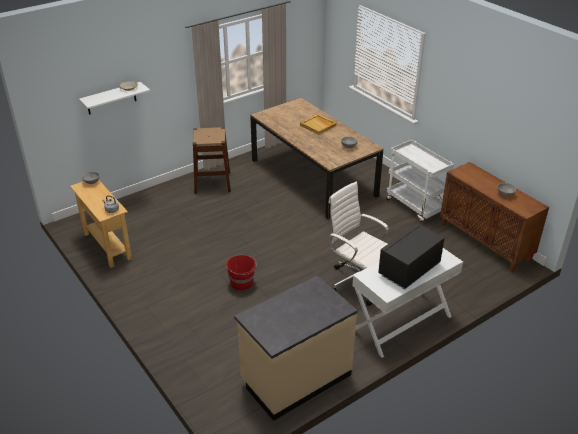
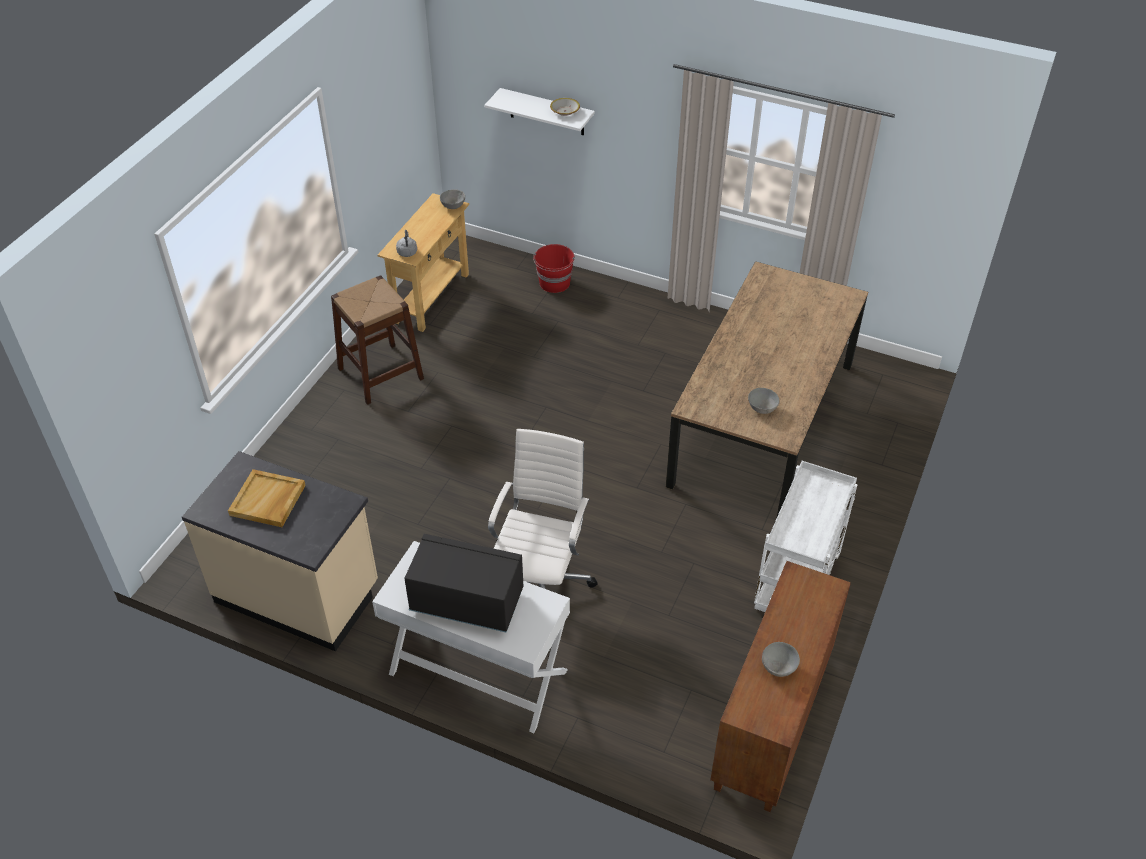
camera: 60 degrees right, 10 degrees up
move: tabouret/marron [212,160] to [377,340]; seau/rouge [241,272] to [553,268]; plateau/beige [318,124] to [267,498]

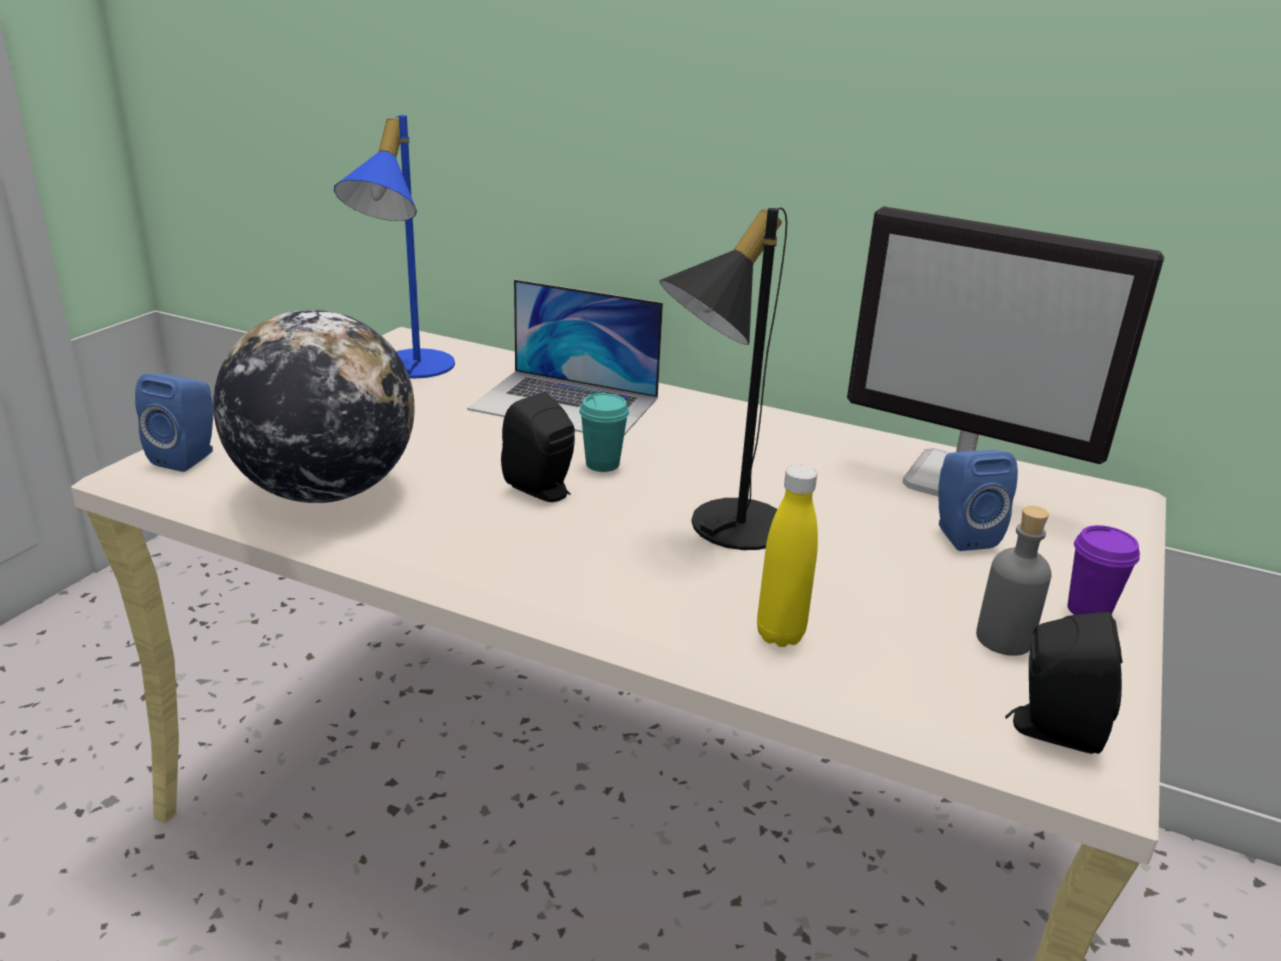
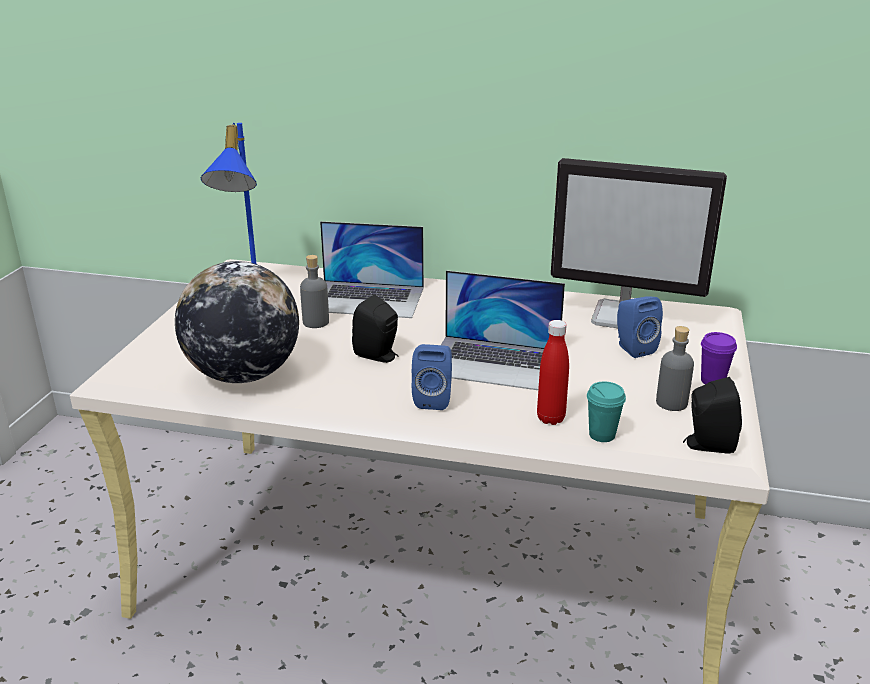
camera: 10 degrees left, 0 degrees up
insert: bouteille/gris [314,291]
move: enceinte/bleu [174,423] to [432,377]; tasse/turquoise [604,432] to [606,412]
replace: lampe de table/noir [723,379] to ordinateur portable [503,330]
recolor: bouteille/jaune [787,556] to bouteille/rouge [553,372]

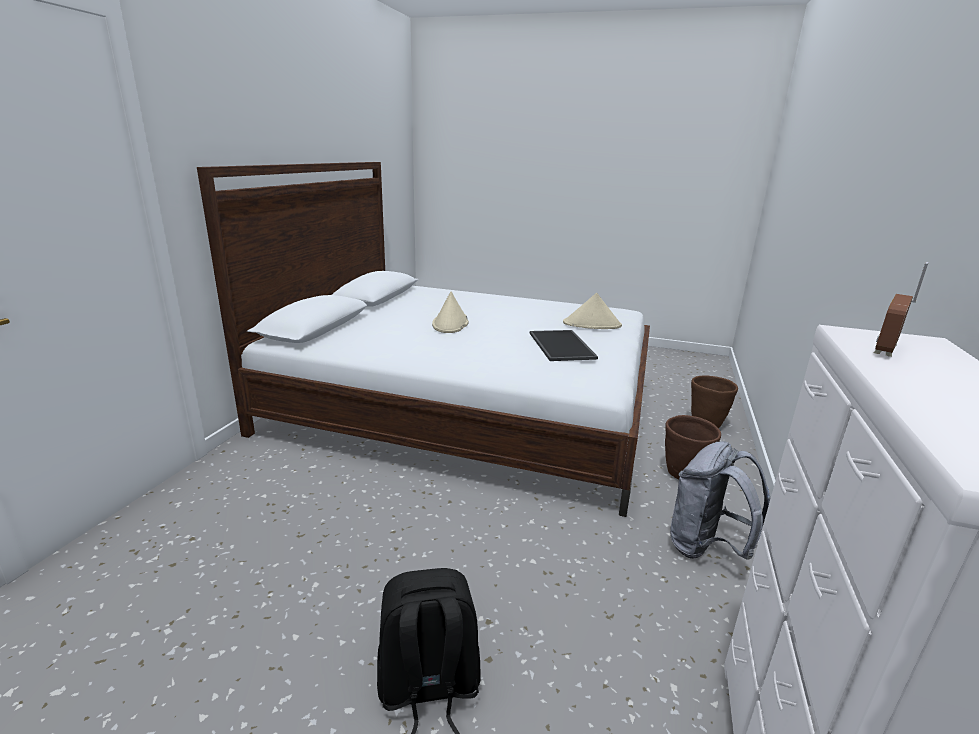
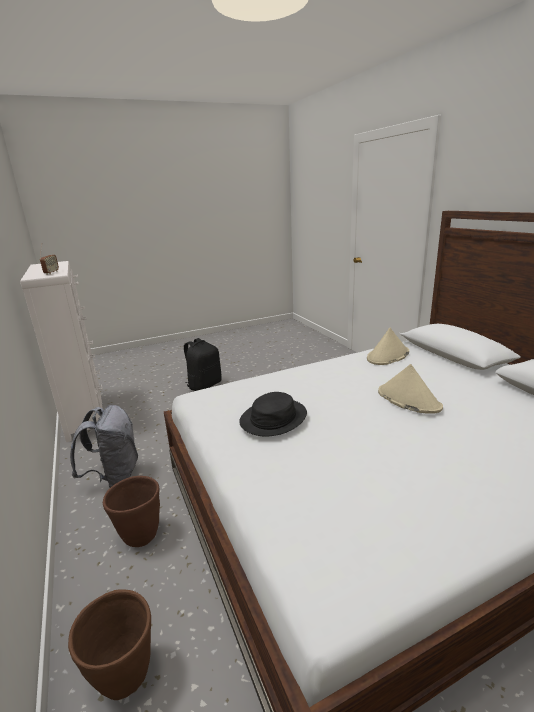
camera: 140 degrees right, 0 degrees up
move: chapeau/beige [592,311] to [388,346]
replace: plateau [564,345] to chapeau/noir [273,414]

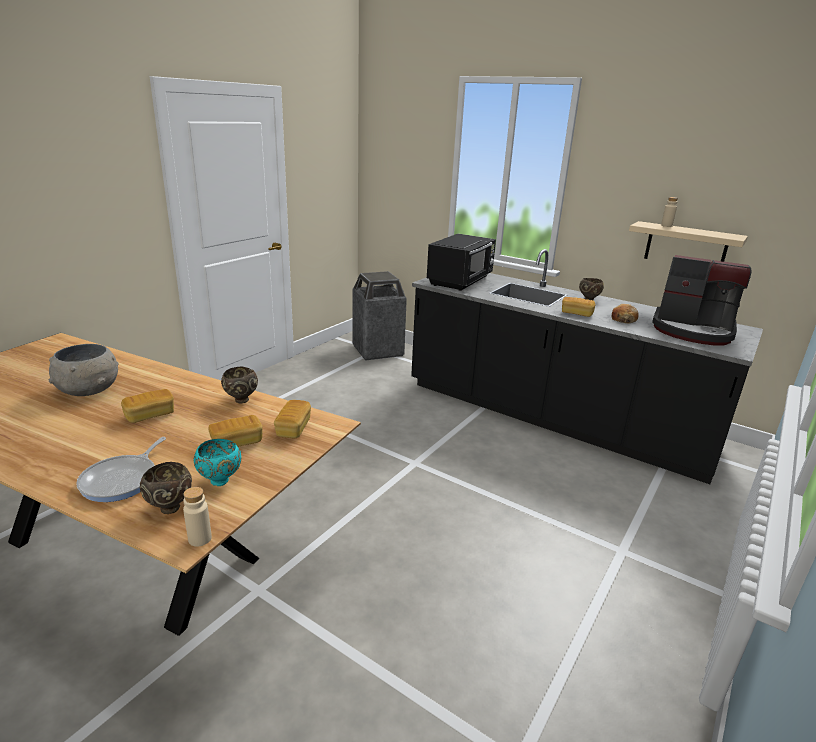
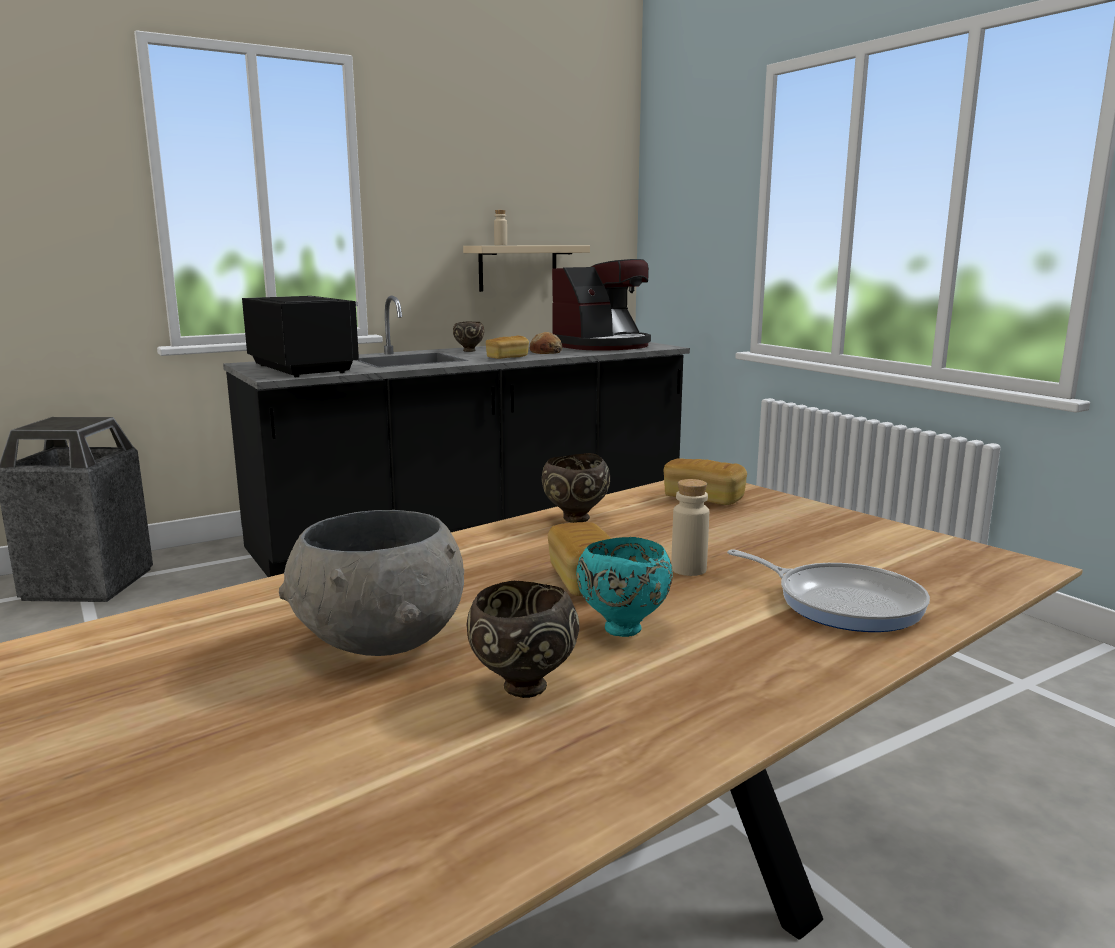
camera: 65 degrees left, 10 degrees down
delete: pain [235,431]
move: bol/marron [166,488] to [523,639]; bouteille/beige [197,517] to [690,527]; bol/turquoise [217,462] to [624,587]

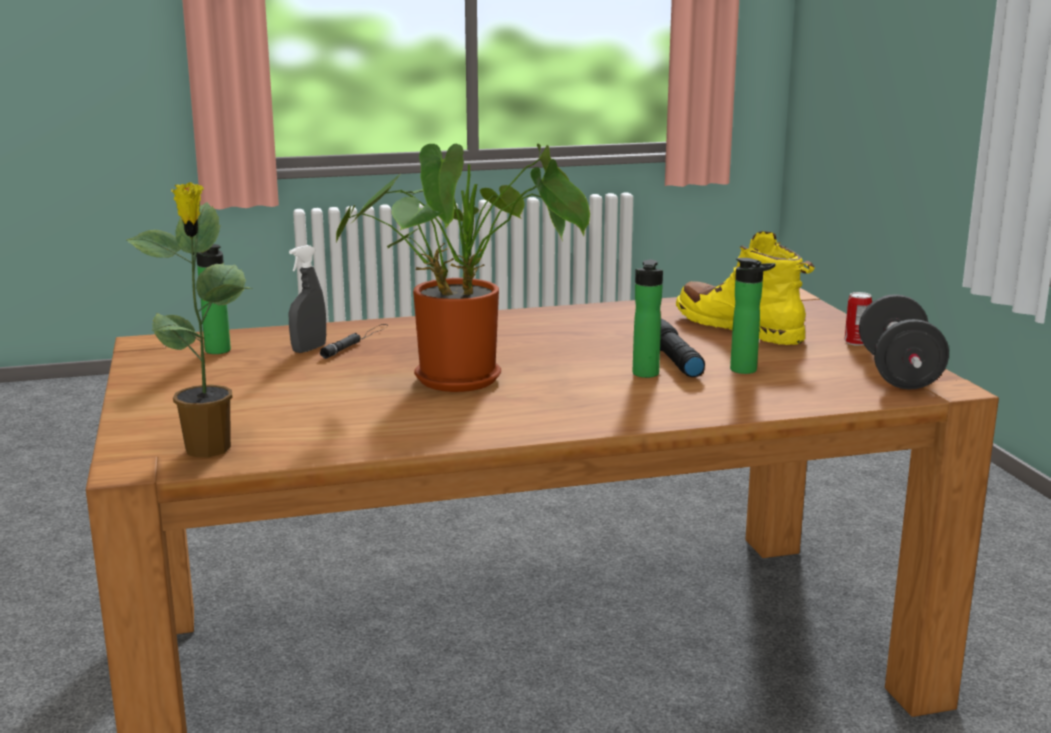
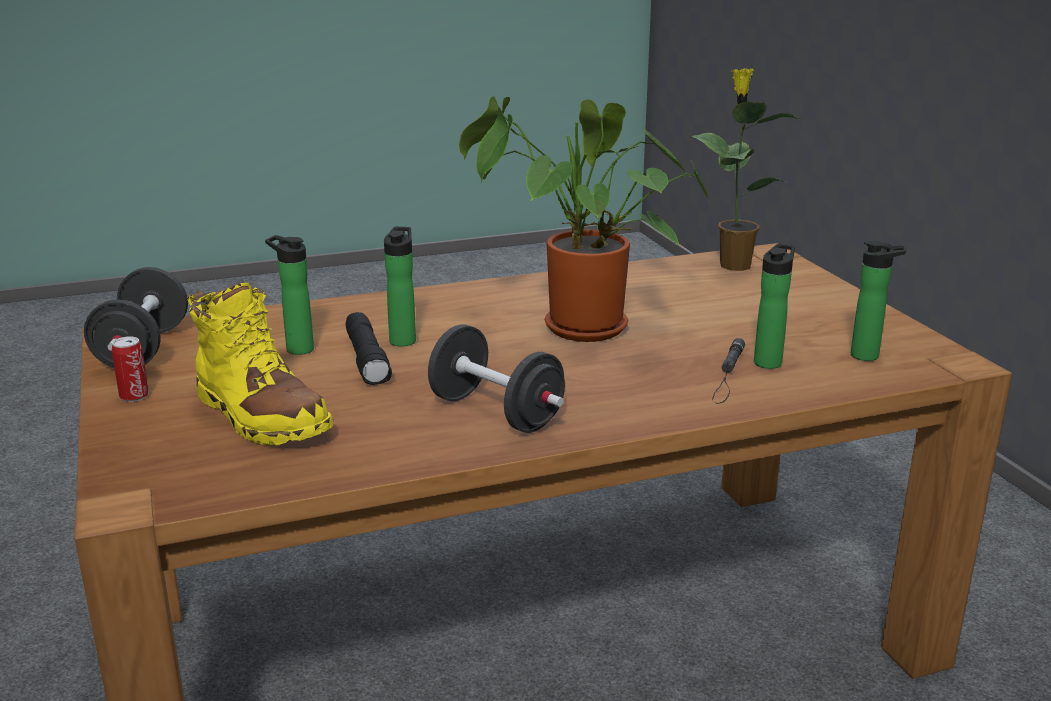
camera: 175 degrees right, 5 degrees up
insert: haltère/noir [496,378]
replace: vaporisateur/gris [307,299] to bouteille [774,306]

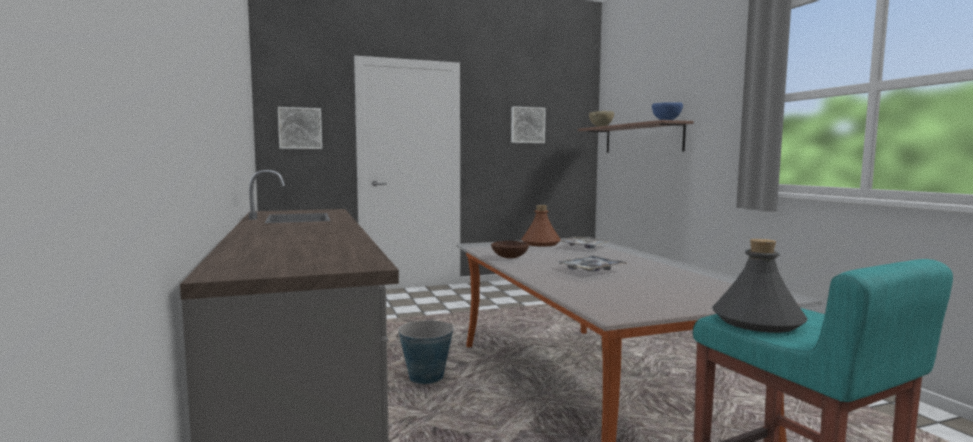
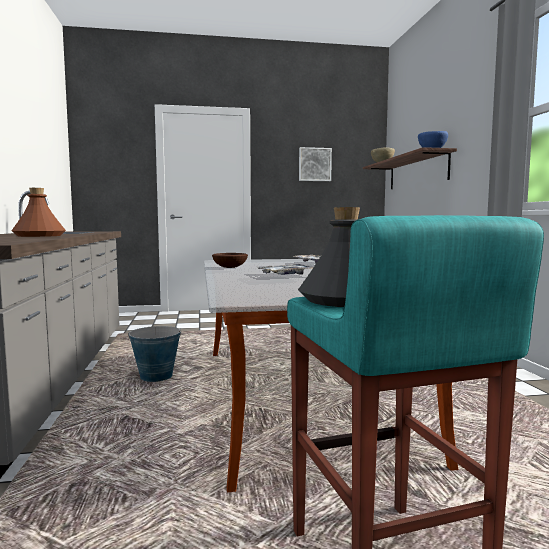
camera: 10 degrees right, 0 degrees up
delete: tableau [300,128]
move: bouteille/marron [541,226] to [38,212]

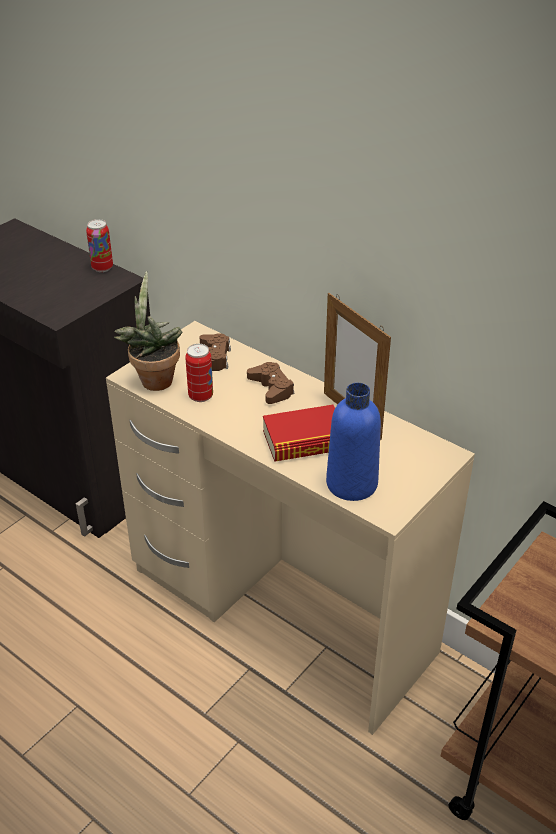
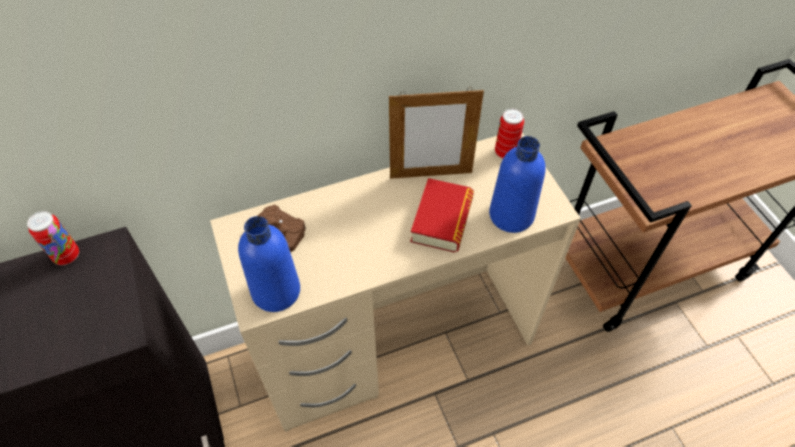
camera: 60 degrees left, 15 degrees up
delete: manette/marron [271,383]
move: boîte métallique [199,373] to [509,133]
replace: plante en pot [148,331] to bouteille/bleu [269,264]

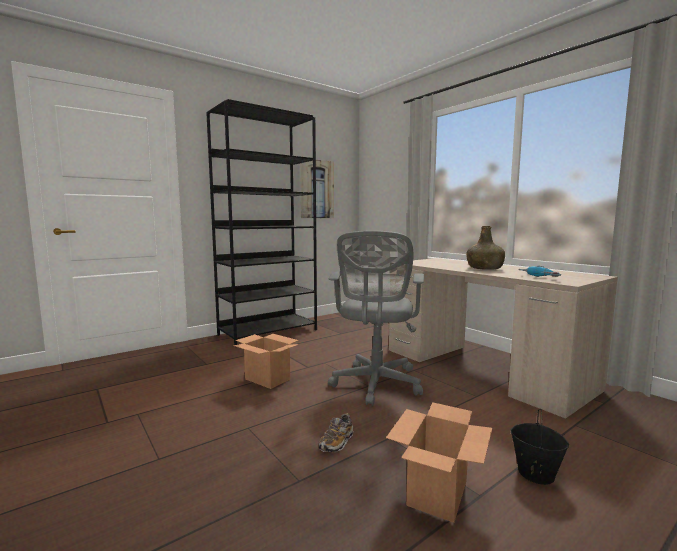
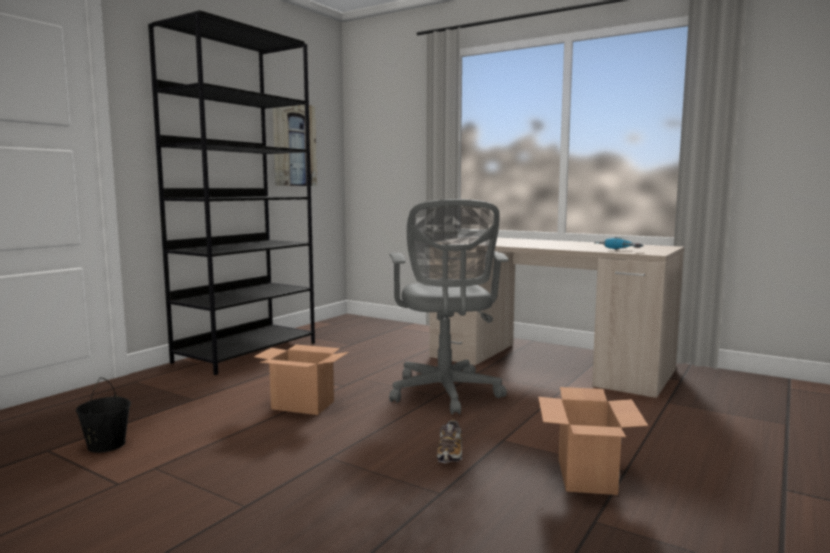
camera: 20 degrees left, 0 degrees up
delete: bouteille/vert [485,248]
move: seau/noir [539,447] to [103,415]

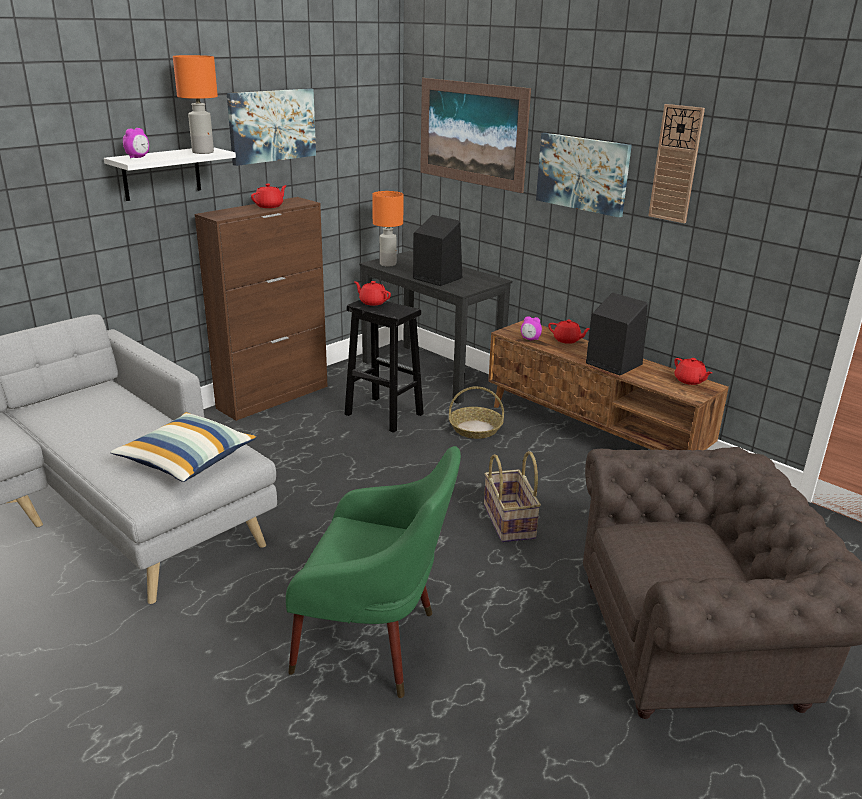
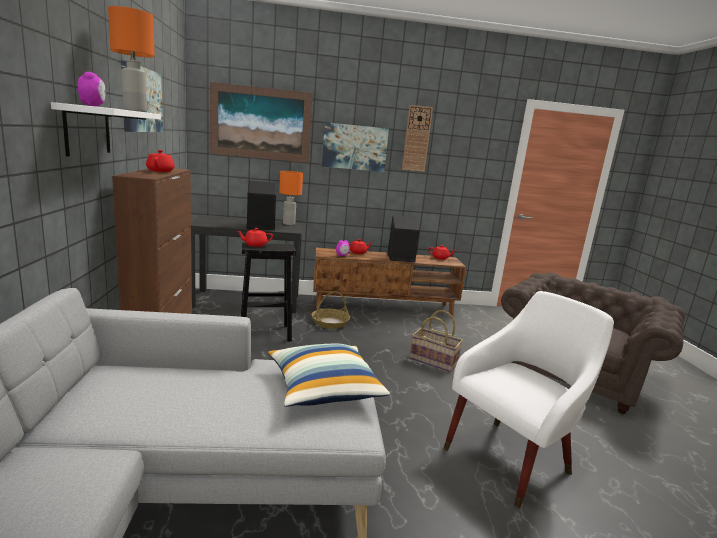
camera: 50 degrees left, 10 degrees down
move: lampe de table/orange [388,228] to [291,198]
recolor: fauteuil/vert [373,572] to fauteuil/blanc [529,399]

